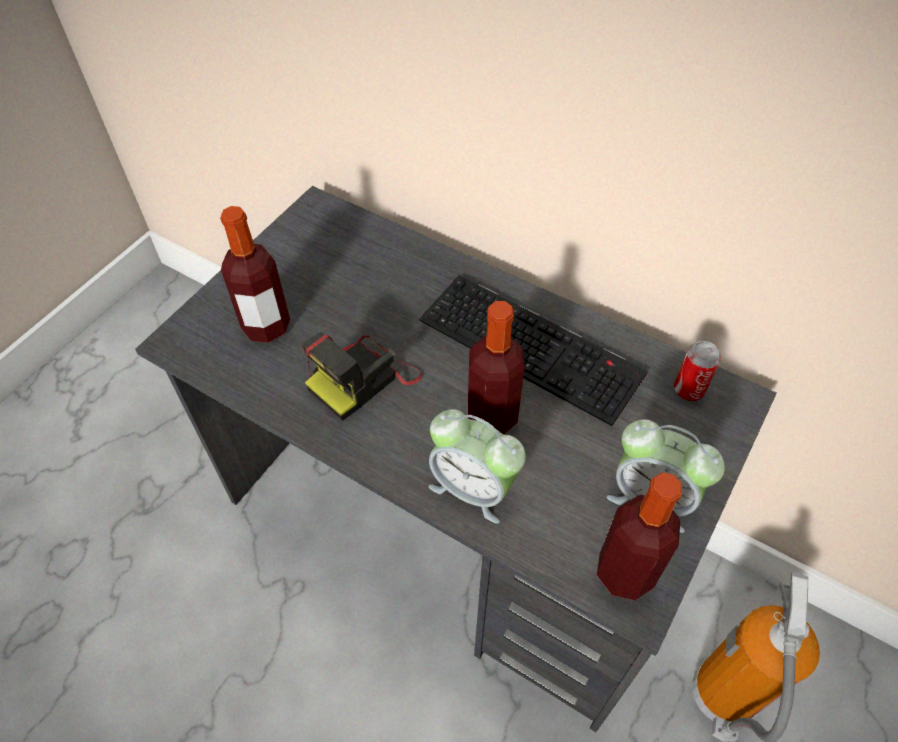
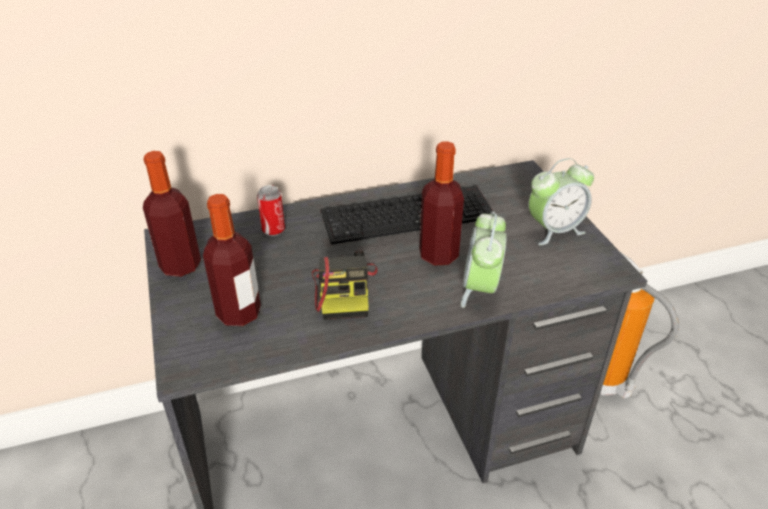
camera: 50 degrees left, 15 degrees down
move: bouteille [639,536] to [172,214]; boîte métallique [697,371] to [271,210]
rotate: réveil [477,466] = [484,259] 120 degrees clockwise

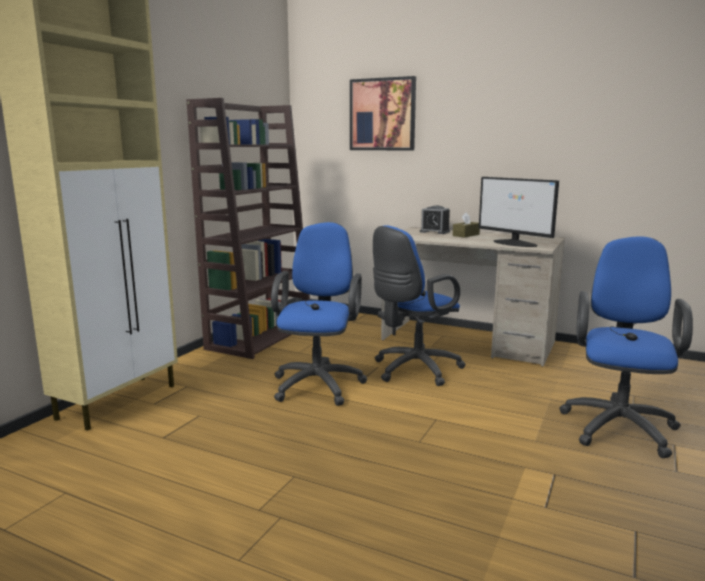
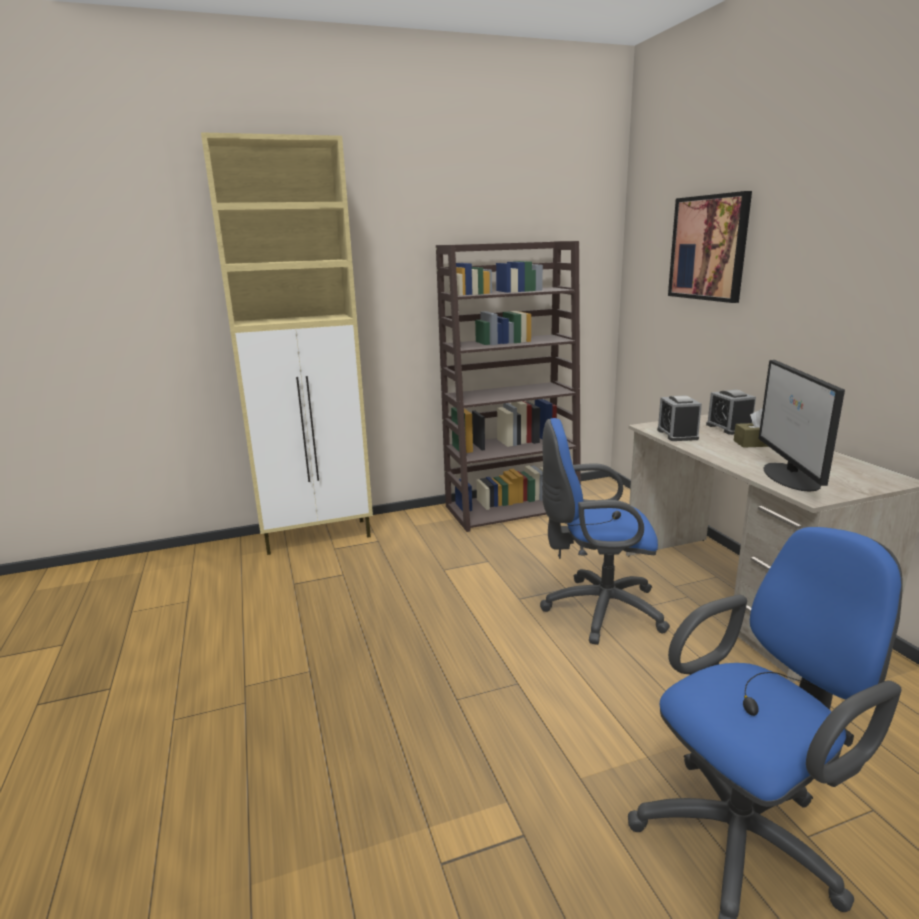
camera: 45 degrees right, 5 degrees up
delete: chaise de bureau/bleu [319,314]
insert: réveil [679,418]

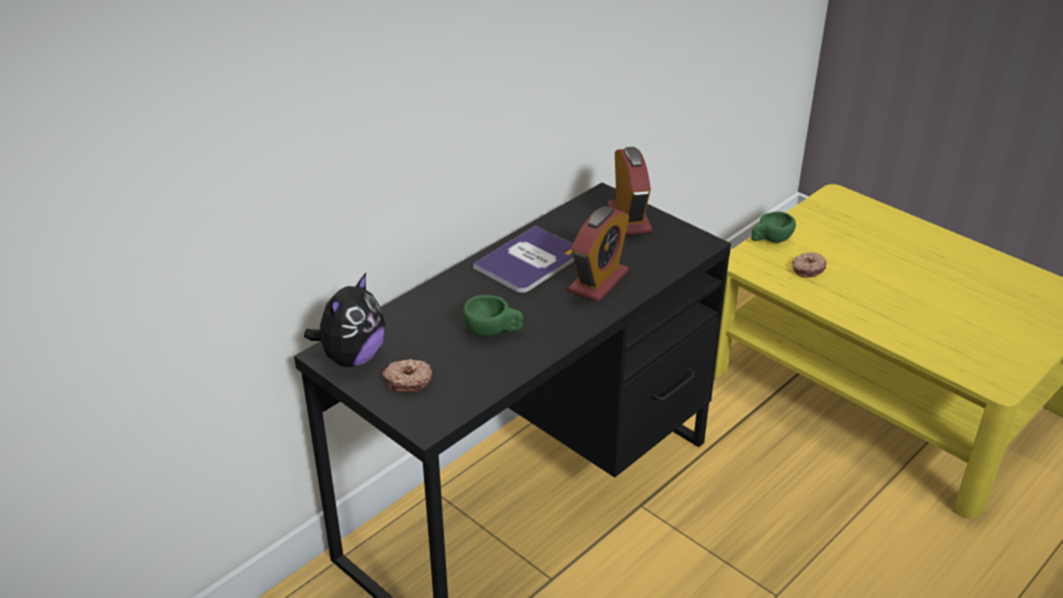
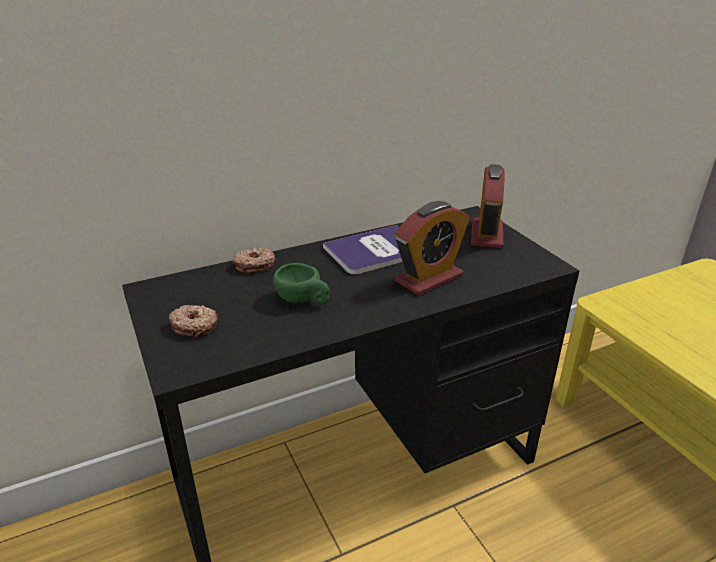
camera: 20 degrees right, 5 degrees down
delete: peluche [345,320]; tasse/vert [773,227]
move: beignet [809,265] to [253,260]

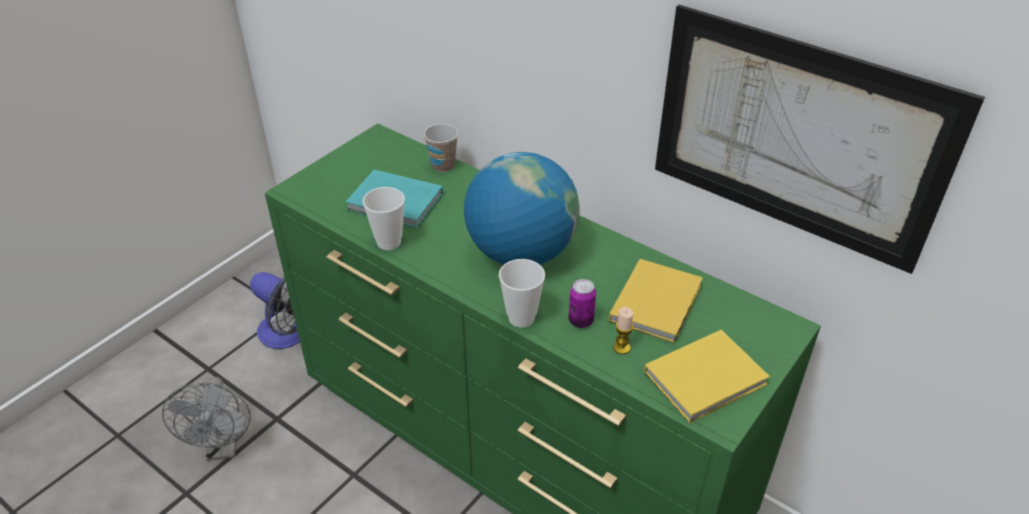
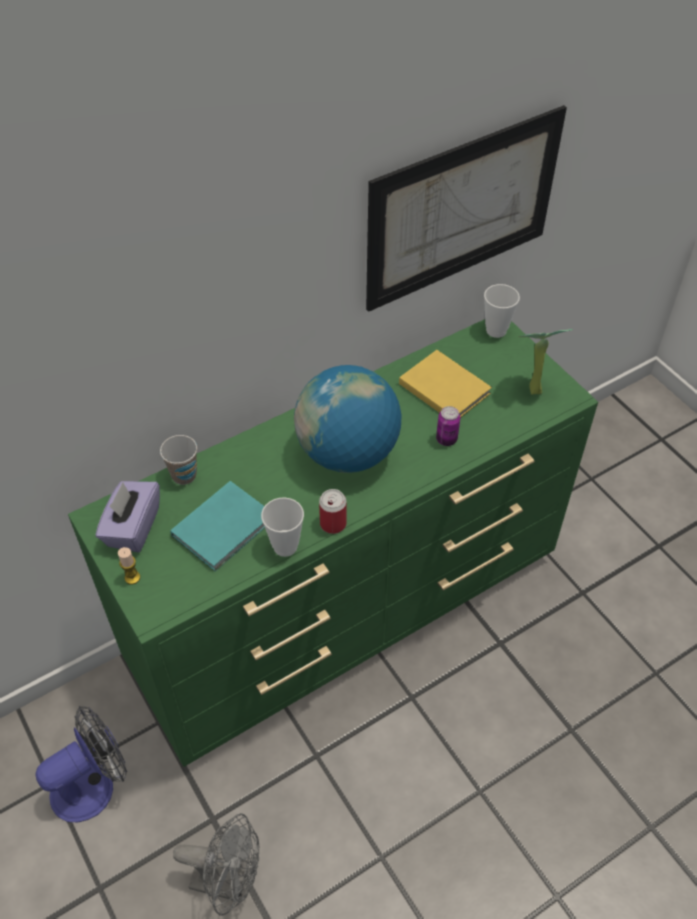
camera: 70 degrees left, 10 degrees up
insert: boîte à mouchoirs/violet [127,517]; boîte métallique [333,511]
move: tasse [522,293] to [502,311]; bougie [623,330] to [129,565]
replace: livre/jaune [707,376] to plante en pot [545,362]

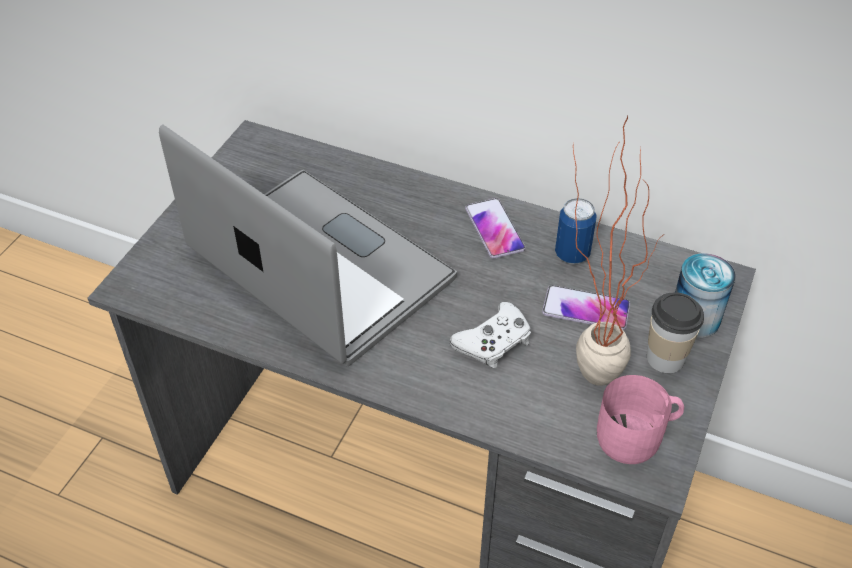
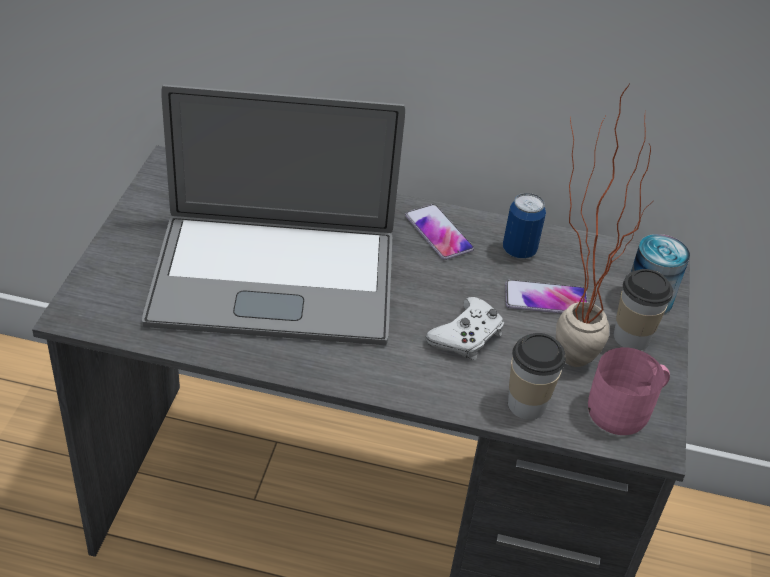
camera: 15 degrees left, 5 degrees down
insert: tasse [537,376]
rotate: ordinateur portable [308,245] = [273,215] 150 degrees clockwise

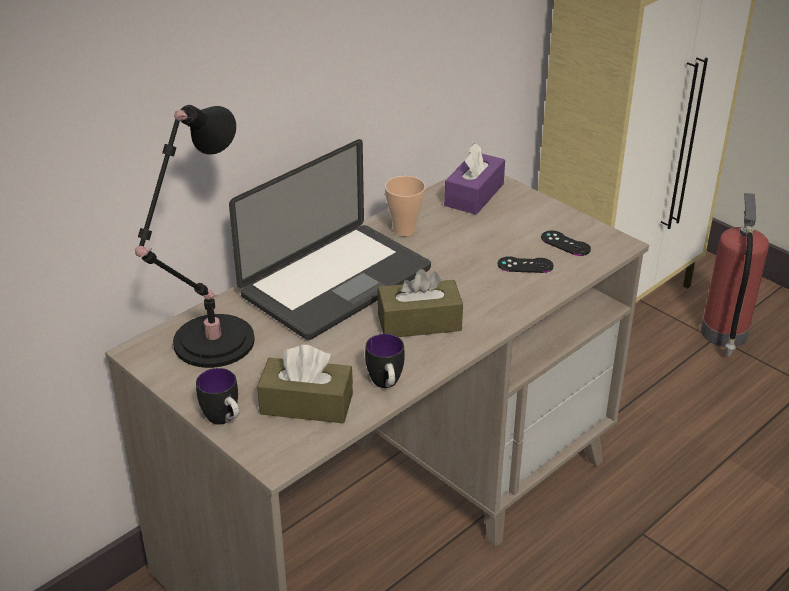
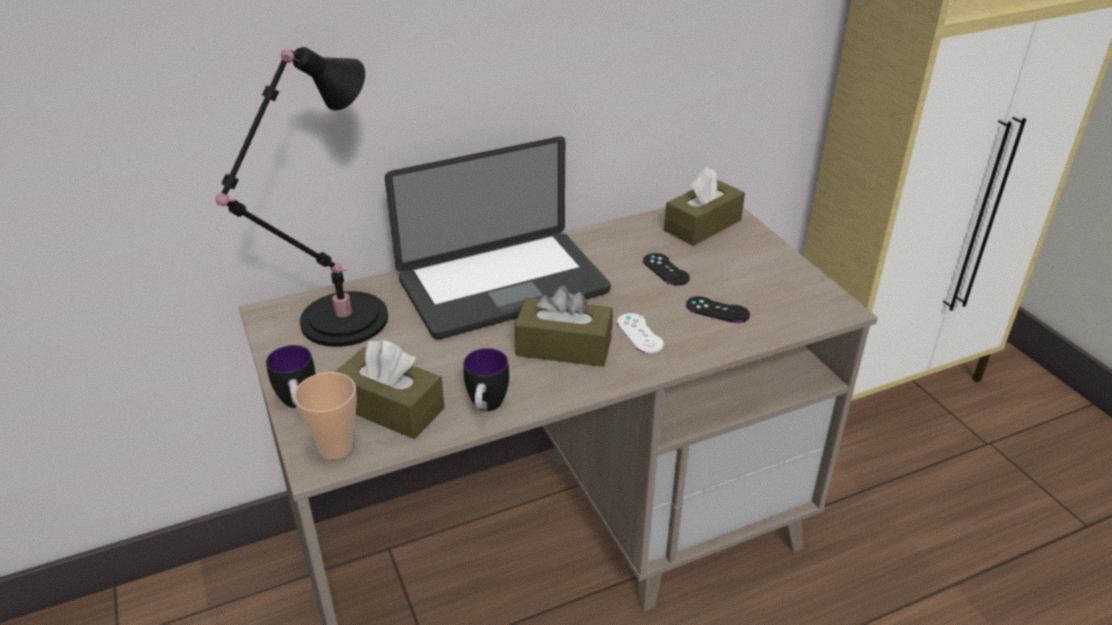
camera: 20 degrees right, 0 degrees up
delete: extincteur [735,274]
insert: manette/blanc [640,333]
move: tasse [405,206] to [325,416]; manette/noir [566,243] to [666,269]
recolor: boîte à mouchoirs/violet [474,179] to boîte à mouchoirs/marron [704,206]

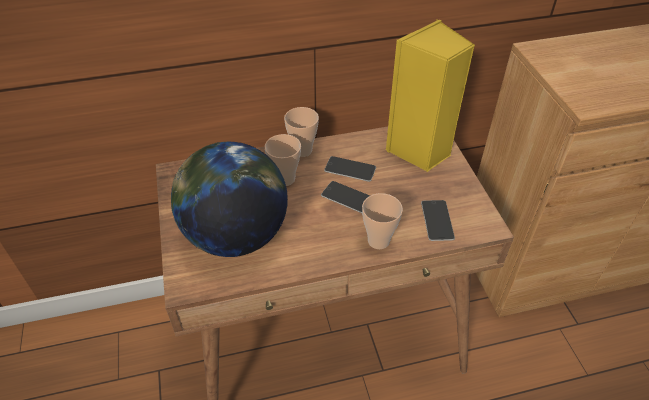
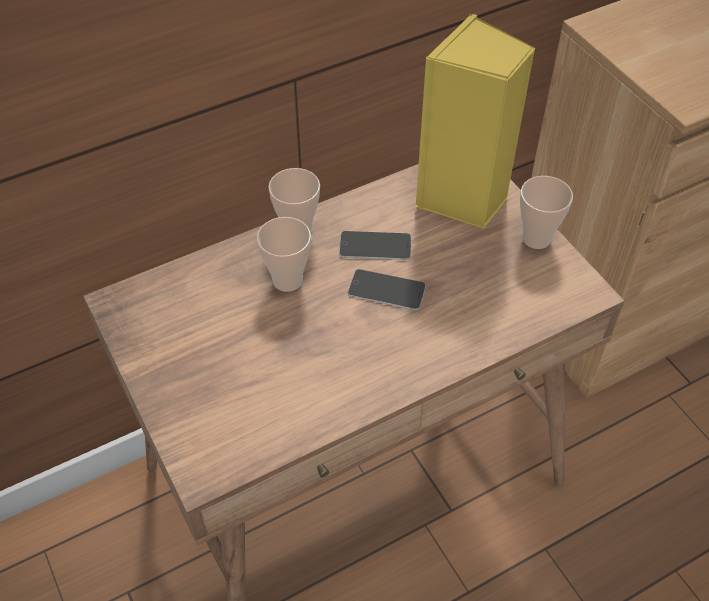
camera: 15 degrees left, 5 degrees up
delete: globe [229,199]; téléphone [438,220]
move: tasse [382,221] to [546,212]

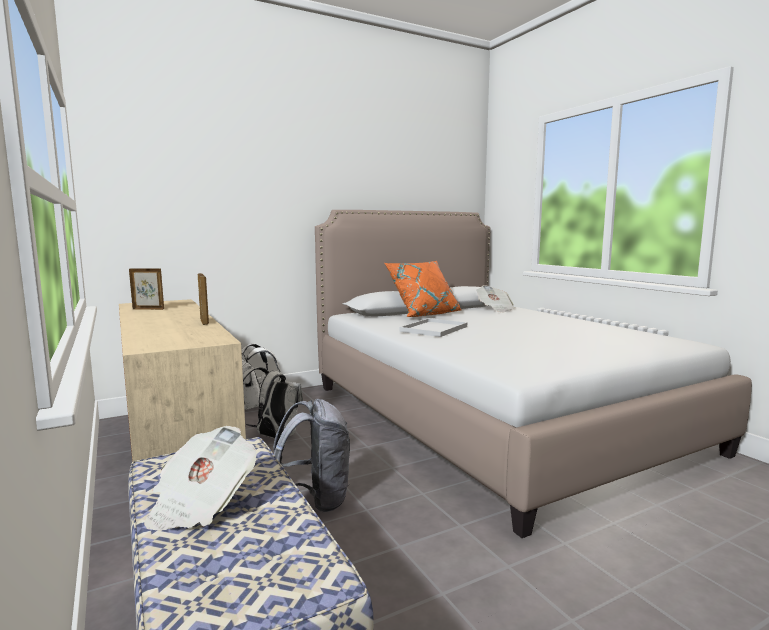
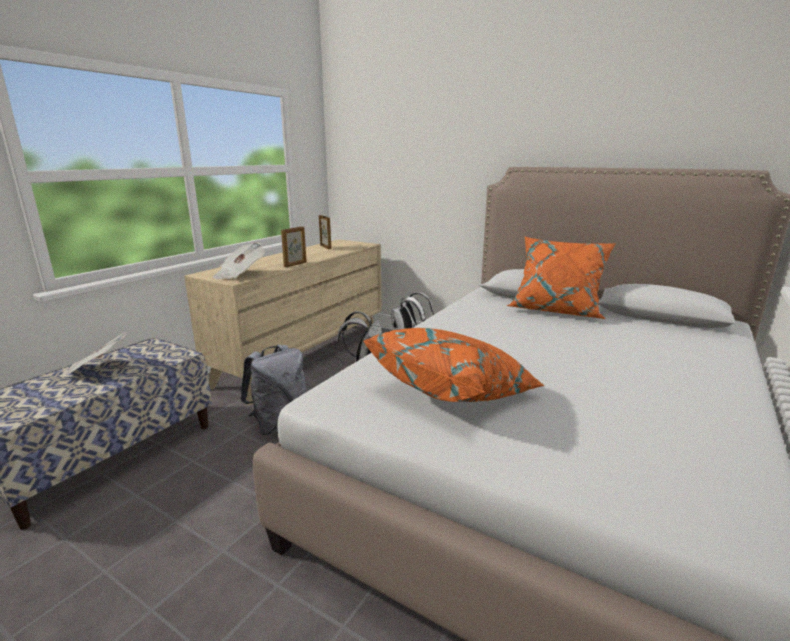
camera: 60 degrees right, 10 degrees up
delete: plateau/blanc [433,327]
insert: coussin/orange [454,365]
move: journal [495,299] to [239,260]

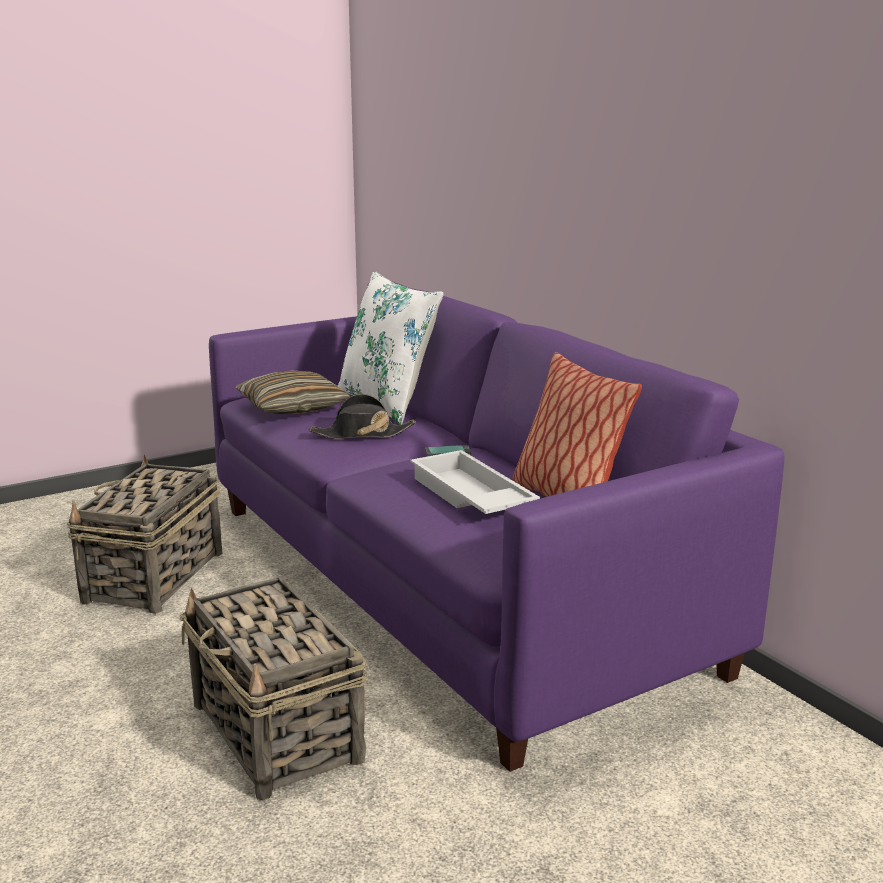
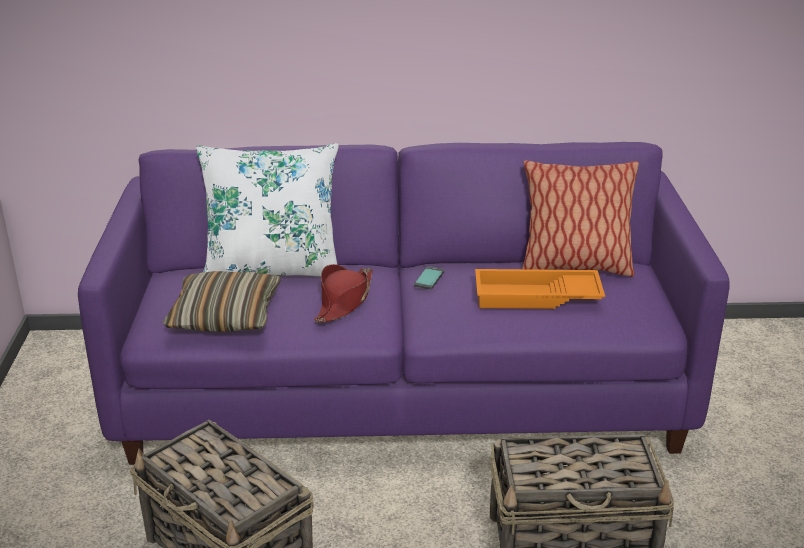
camera: 60 degrees left, 10 degrees up
recolor: chapeau/noir [362,416] to chapeau/rouge [343,293]; plateau/blanc [475,482] to plateau/orange [540,289]

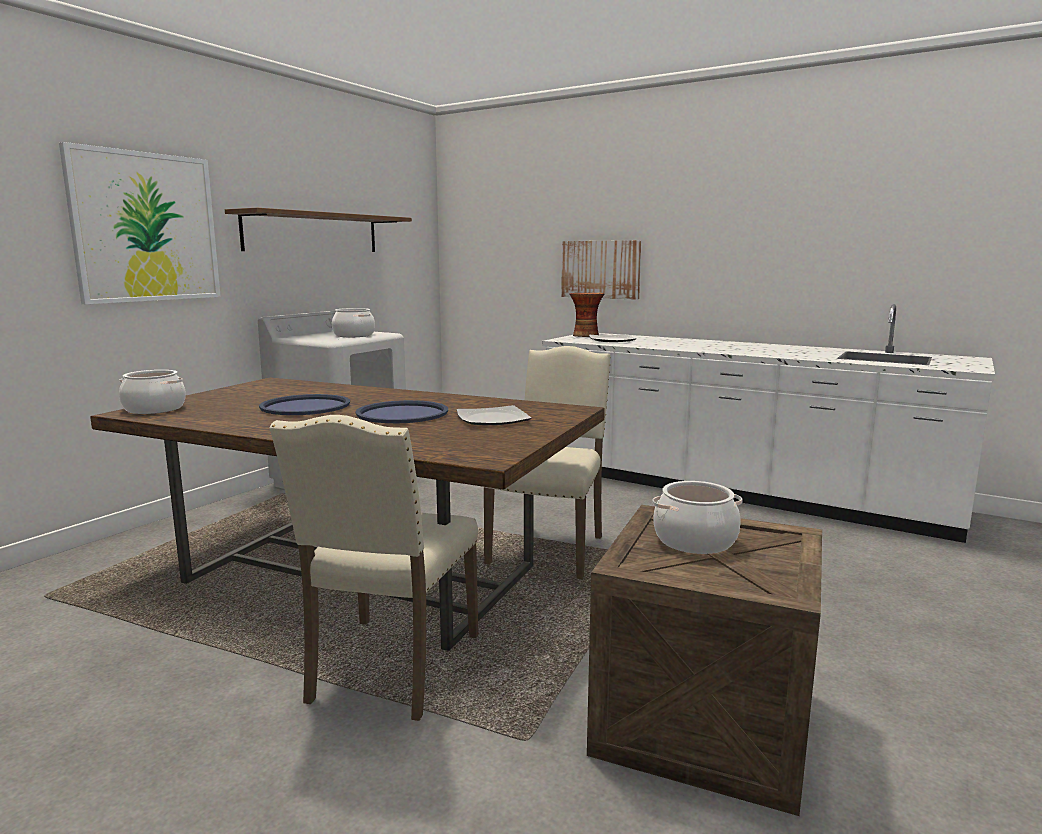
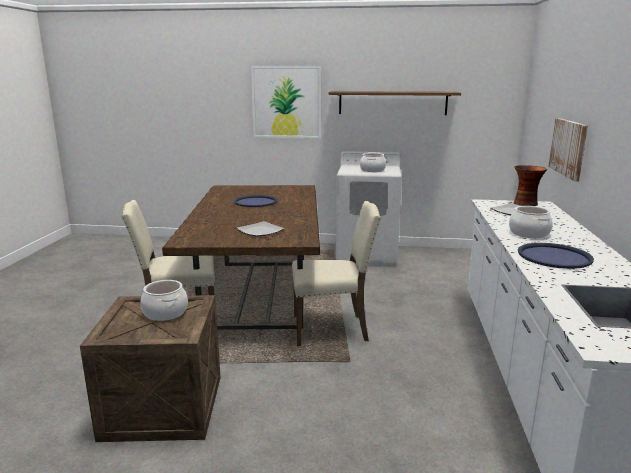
camera: 65 degrees right, 5 degrees up
move: marmite [152,392] to [531,222]; plateau/bleu [401,411] to [556,256]

